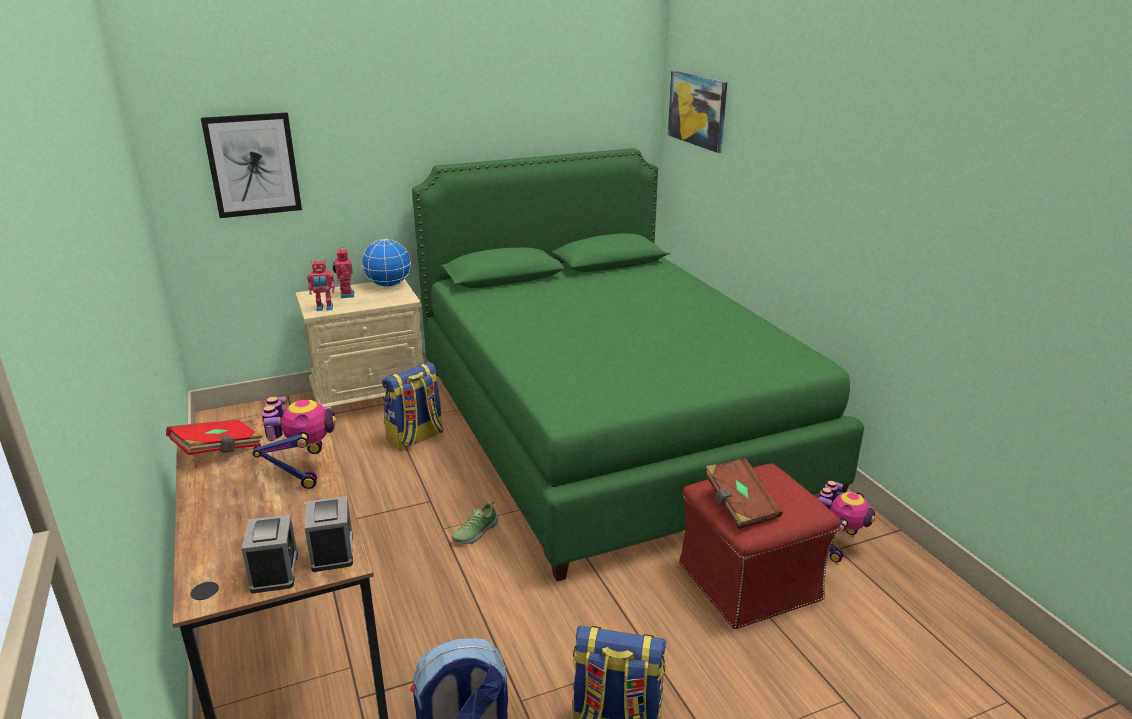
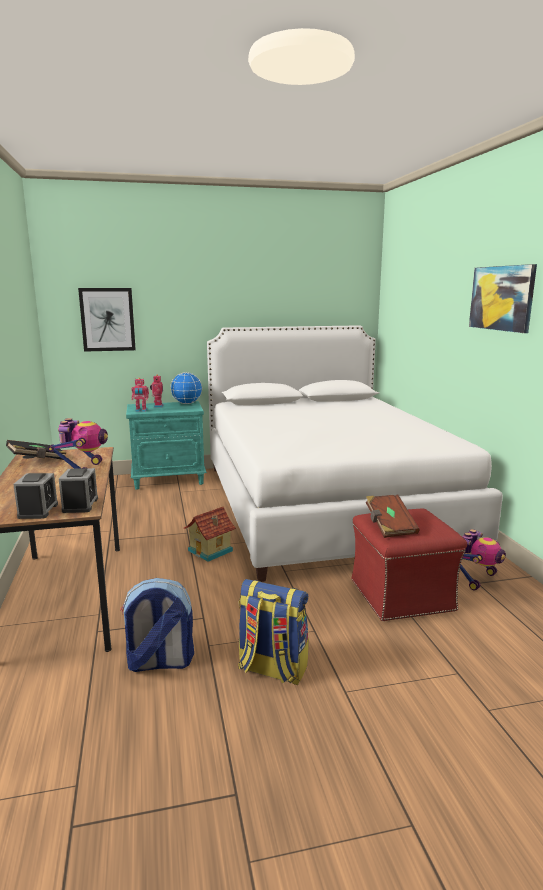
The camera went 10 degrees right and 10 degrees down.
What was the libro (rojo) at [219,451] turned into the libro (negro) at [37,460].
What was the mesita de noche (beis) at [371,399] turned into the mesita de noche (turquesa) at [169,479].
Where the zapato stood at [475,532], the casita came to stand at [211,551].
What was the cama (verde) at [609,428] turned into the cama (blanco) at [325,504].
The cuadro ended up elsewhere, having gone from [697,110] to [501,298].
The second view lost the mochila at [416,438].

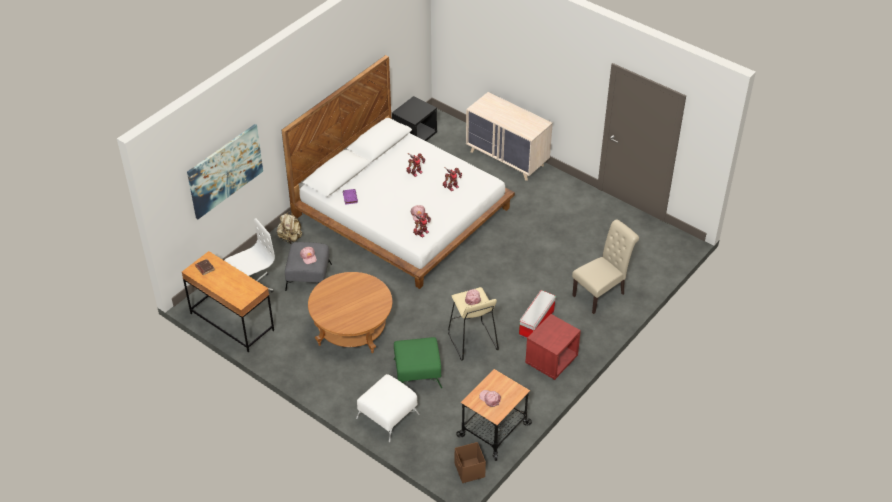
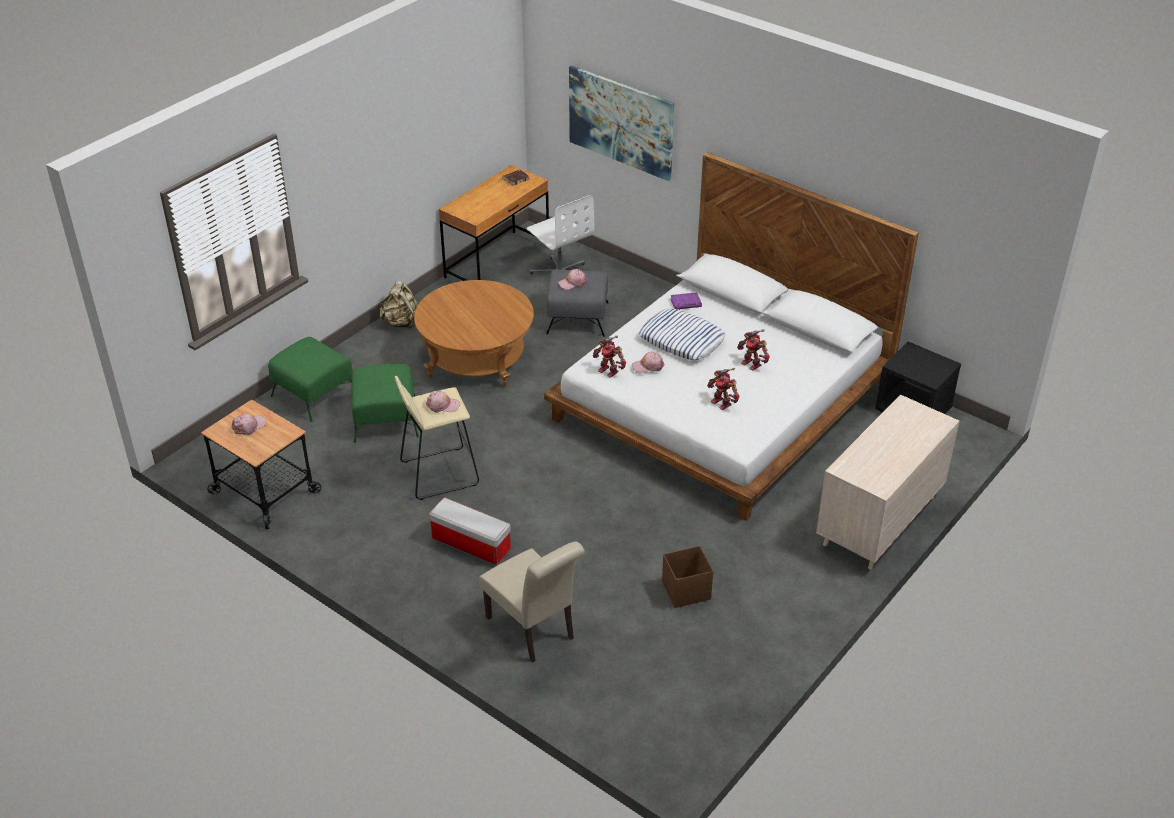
The camera went 90 degrees right and 5 degrees down.
What was the puf (blanco) at [388,416] turned into the puf (verde) at [314,394].
The mochila (beis) ended up elsewhere, having gone from [290,238] to [400,323].
The second view gained the cojín at [682,340].
The caja de almacenaje (marrón) ended up elsewhere, having gone from [469,471] to [685,591].
The second view lost the mesita de noche (rojo) at [551,361].

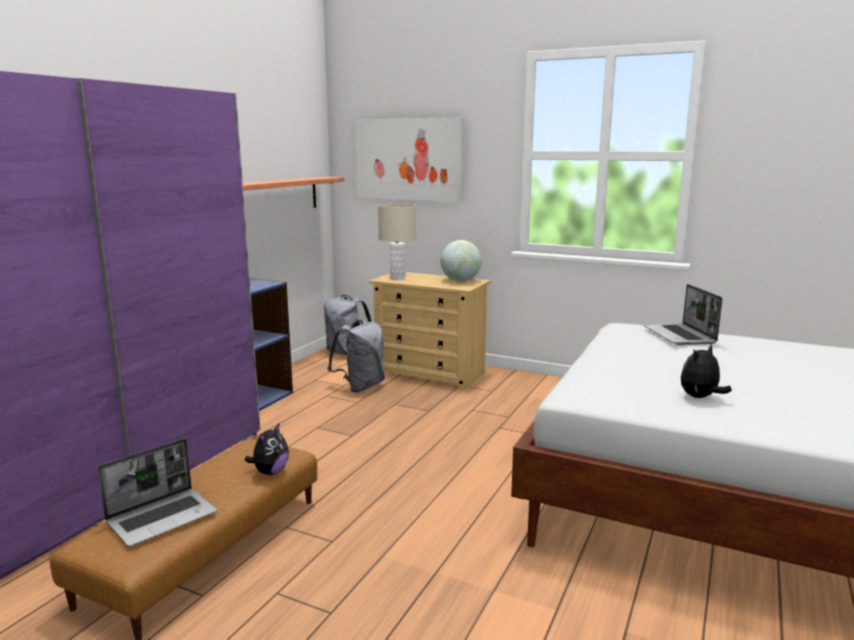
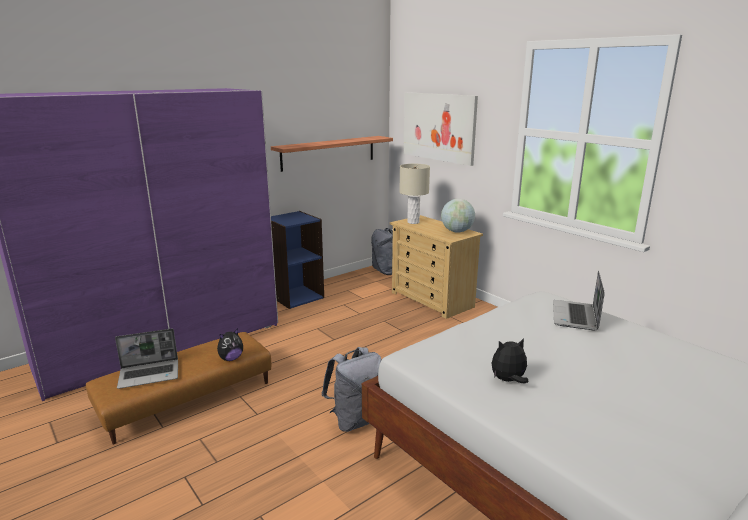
The camera went 25 degrees right and 5 degrees up.
The mochila (gris) ended up elsewhere, having gone from [360,387] to [355,420].

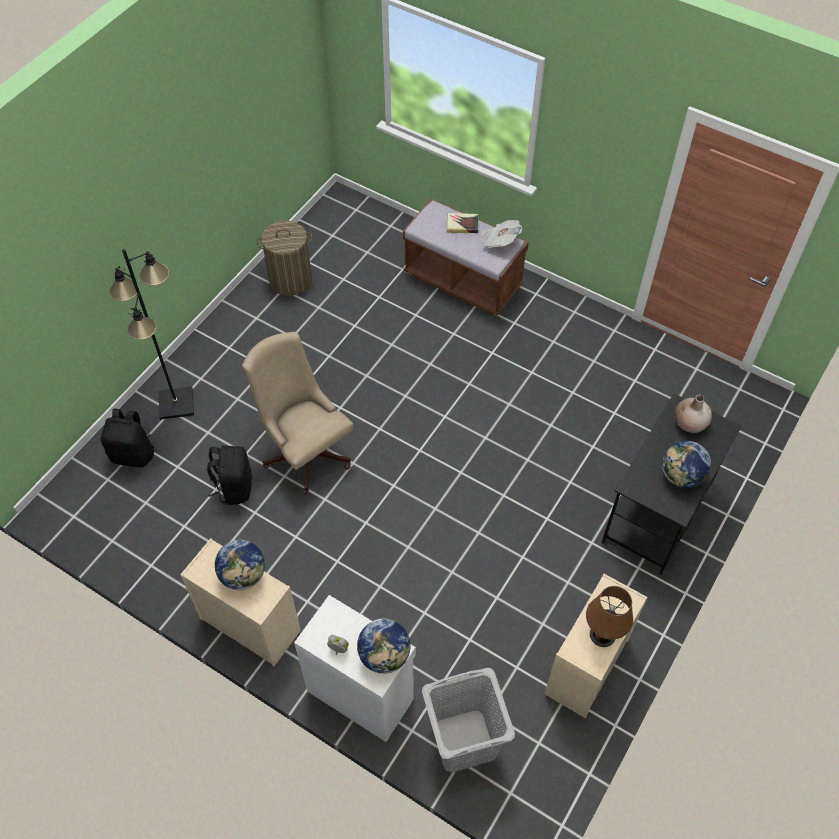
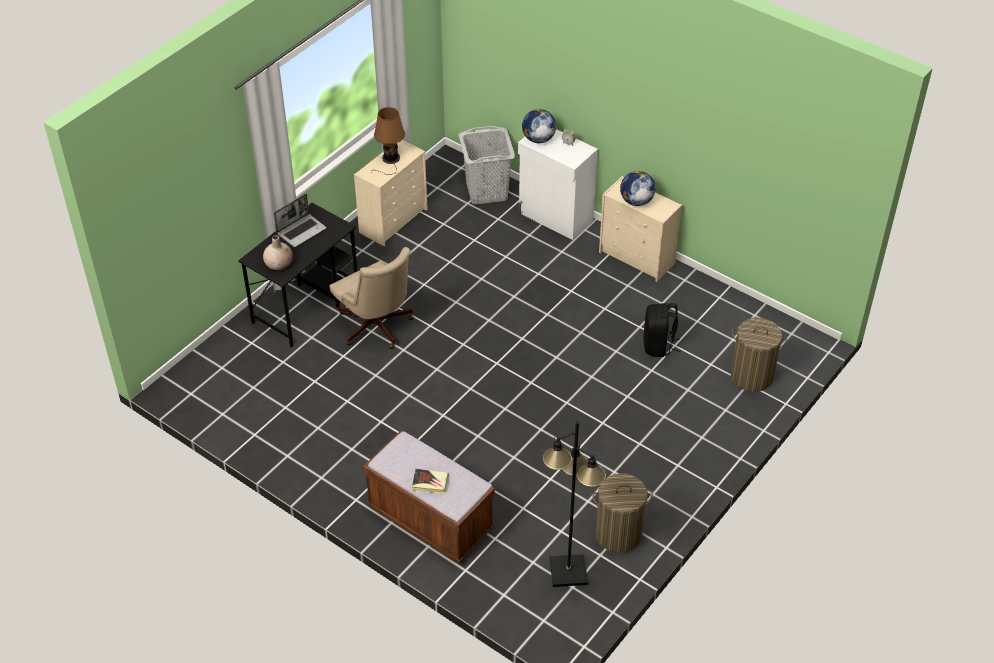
The camera went 175 degrees left and 10 degrees down.
Where the globo terráqueo stood at [681,476], the portátil came to stand at [301,231].
The silla de oficina (beis) ended up elsewhere, having gone from [305,450] to [376,328].
The lámpara de pie (negro) ended up elsewhere, having gone from [177,404] to [567,571].
Where the mochila (negro) stood at [133,454], the cesto de la ropa came to stand at [751,376].
The second view lost the periódico at [499,241].

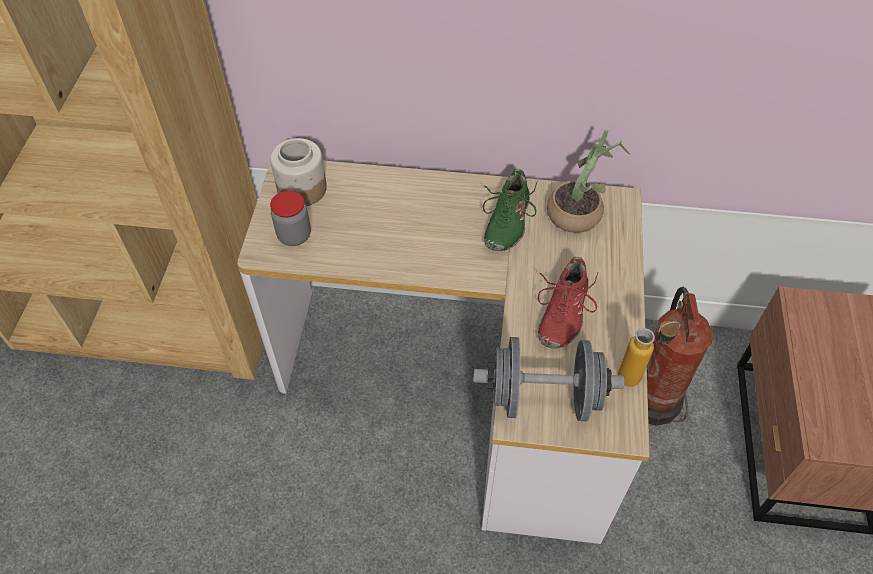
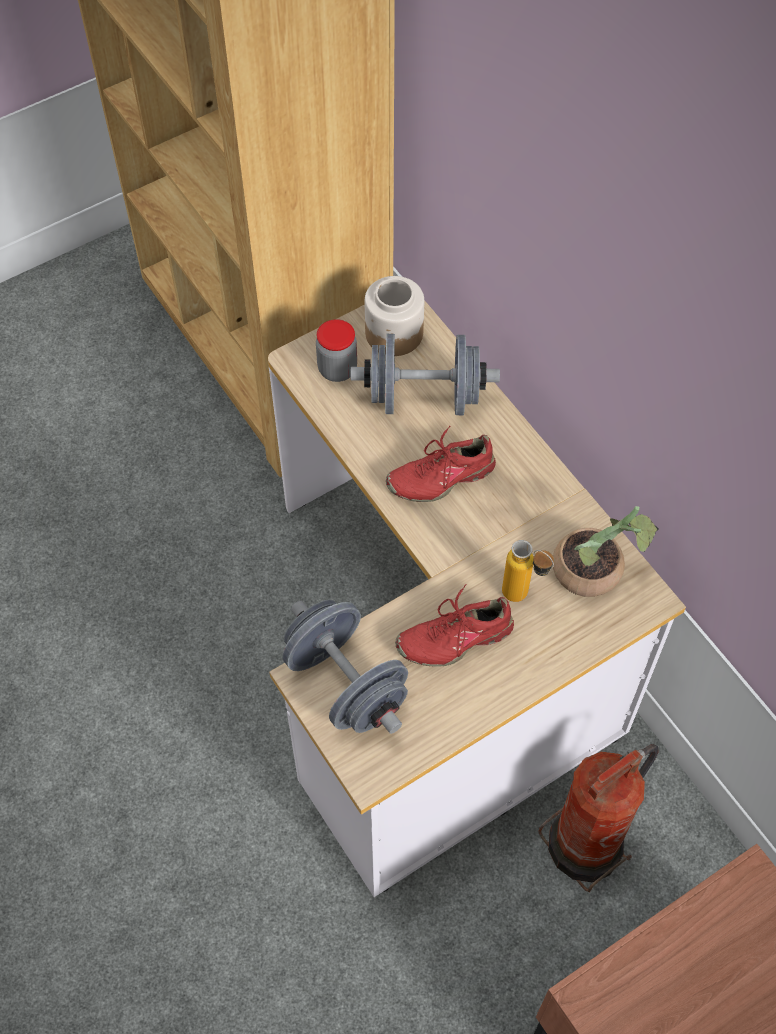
The camera went 50 degrees right and 5 degrees up.
The second view gained the mancuerna (gris) at [424,398].
The second view gained the zapato (rojo) at [441,477].
The botella ended up elsewhere, having gone from [638,375] to [523,597].
The second view lost the zapato (verde) at [506,221].

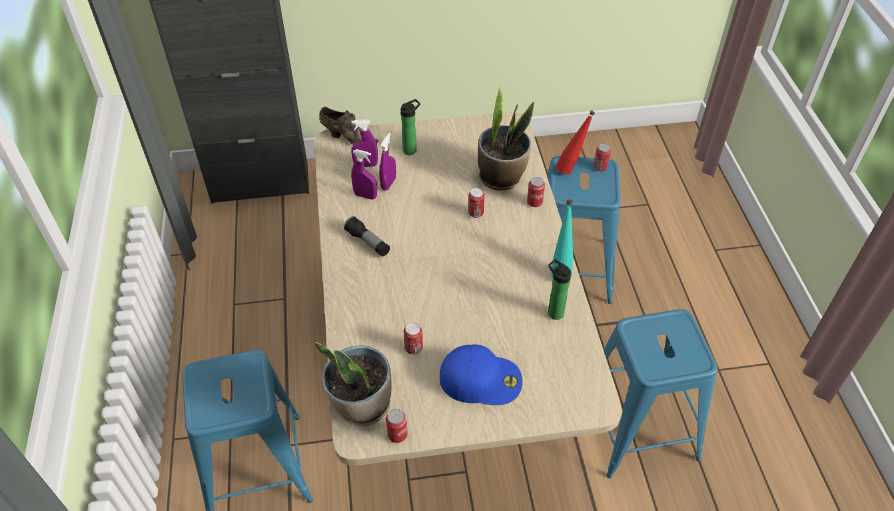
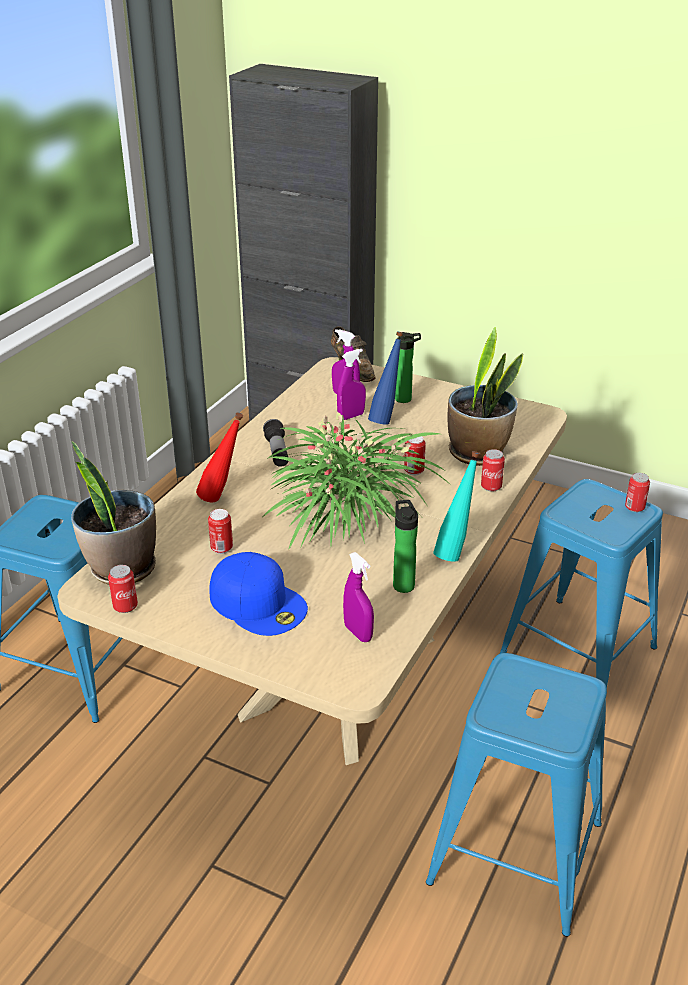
The camera went 35 degrees right and 15 degrees down.
The botella (rojo) ended up elsewhere, having gone from [571,168] to [222,499].
The second view gained the planta en maceta at [346,514].
The pulverizador (morado) ended up elsewhere, having gone from [365,196] to [358,633].
The second view gained the botella (azul) at [386,419].

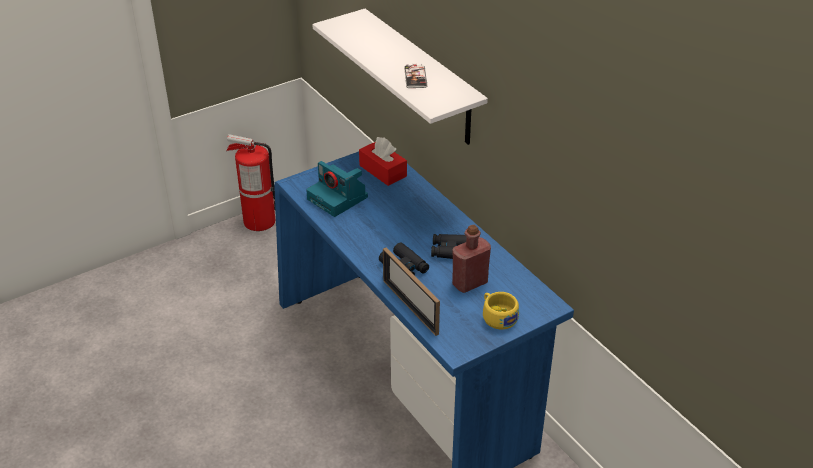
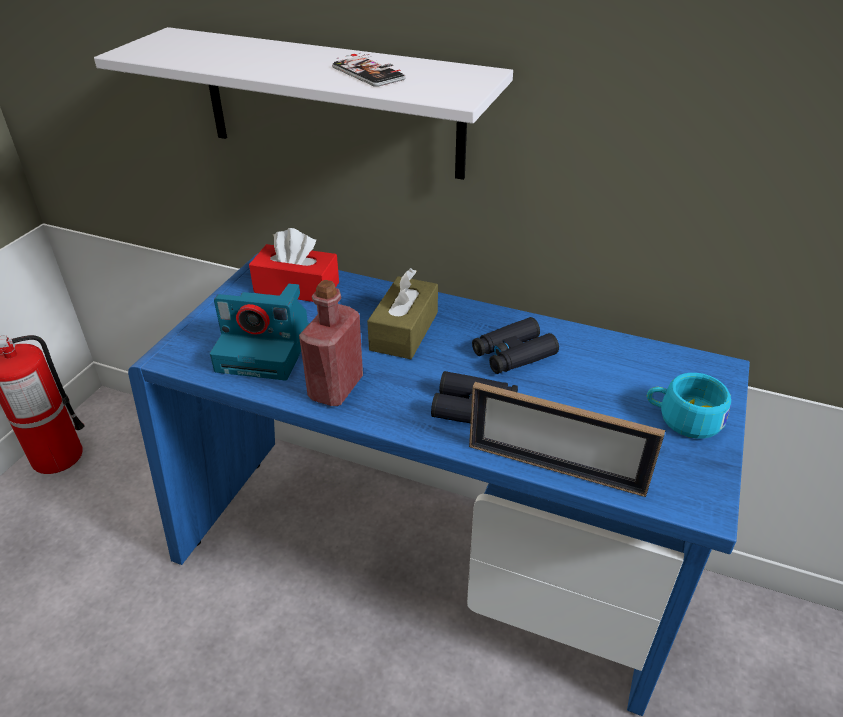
The camera went 35 degrees left and 0 degrees up.
The botella (rojo) ended up elsewhere, having gone from [469,283] to [336,388].
The second view gained the caja de pañuelos (marrón) at [404,331].
What was the taza (amarillo) at [497,316] turned into the taza (turquesa) at [682,418].

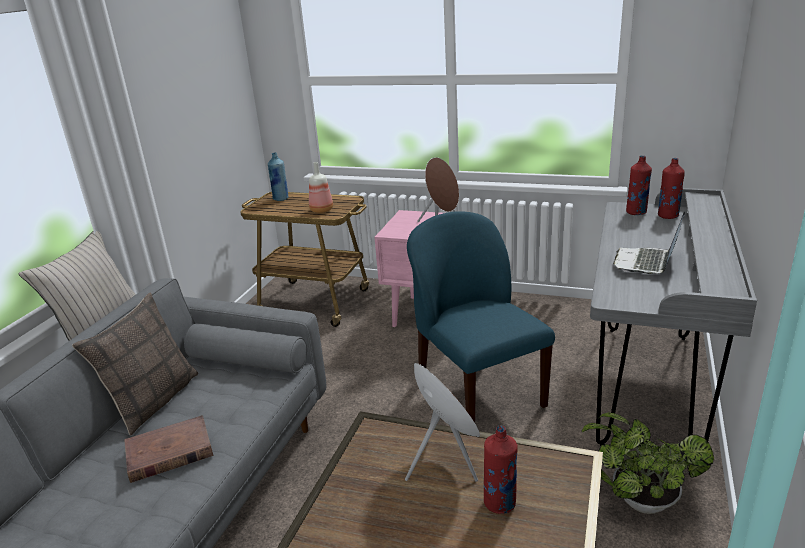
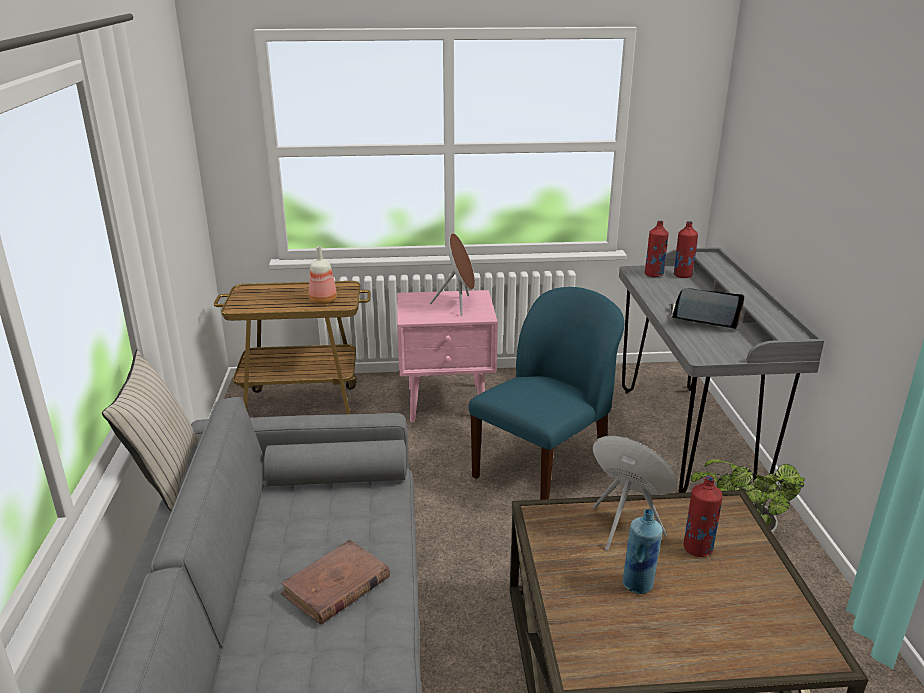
The camera went 25 degrees left and 0 degrees up.
The silla (azul) at [478,390] ended up facing another way, 90 degrees clockwise from before.
The botella (azul) ended up elsewhere, having gone from [281,199] to [638,584].
The portátil at [646,263] ended up facing another way, 105 degrees clockwise from before.
The second view lost the cojín at [153,400].

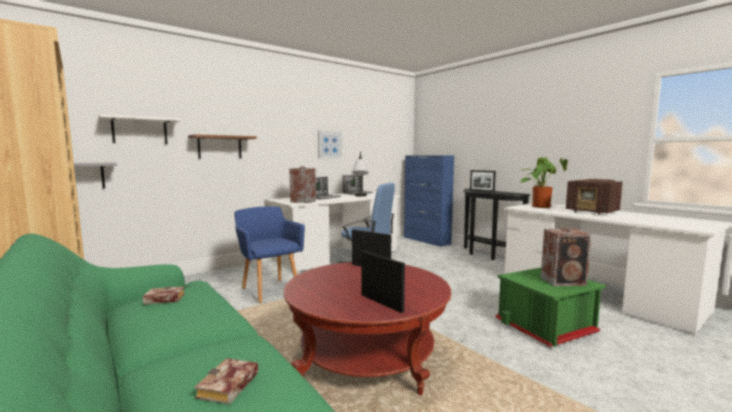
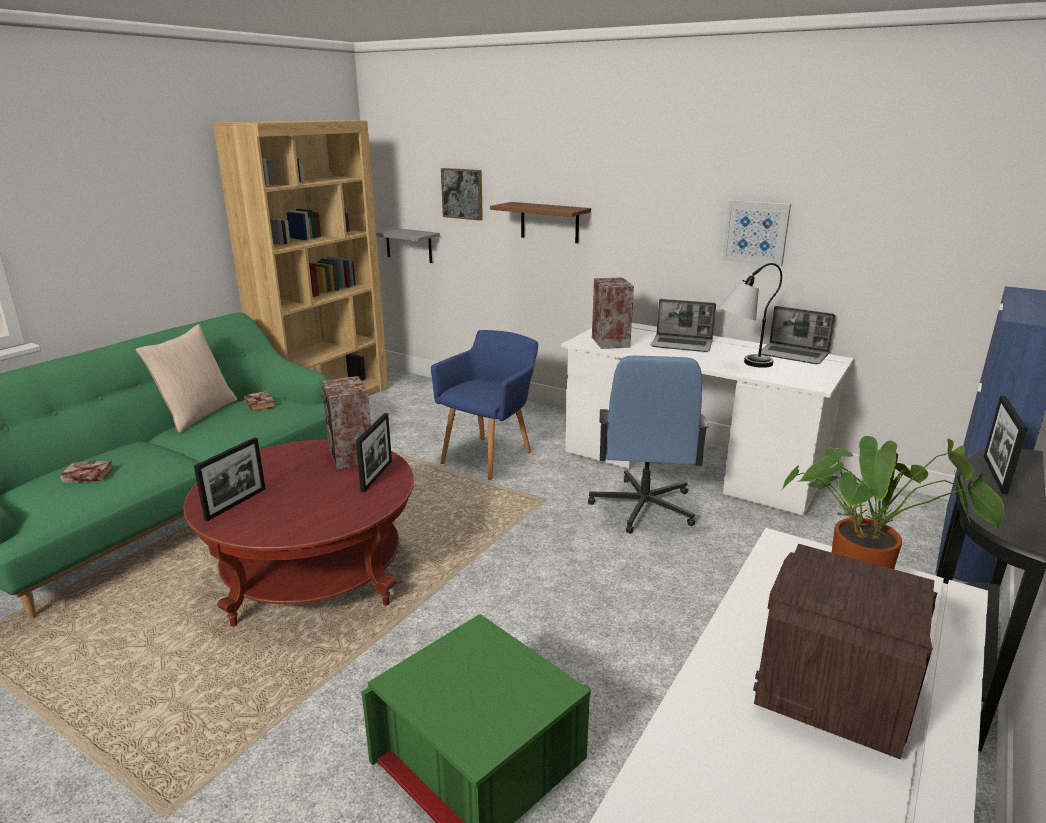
The camera went 70 degrees right and 15 degrees up.
The second view gained the cojín (beis) at [197,414].
The altavoz ended up elsewhere, having gone from [564,281] to [351,457].
Where the estante (blanco) hung at [140,131], the cuadro came to hang at [462,193].

